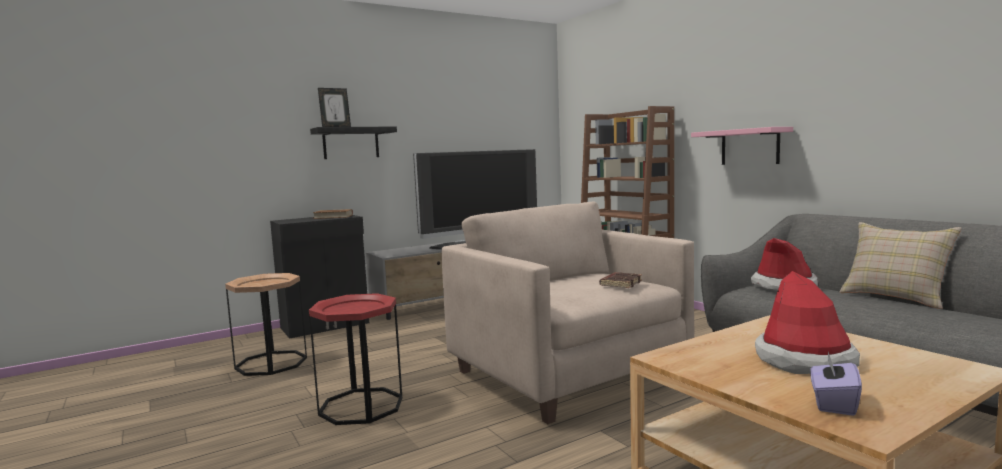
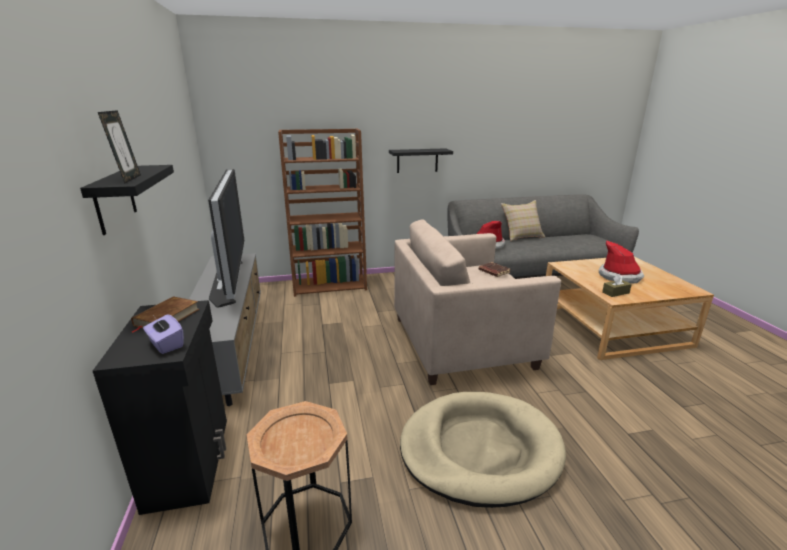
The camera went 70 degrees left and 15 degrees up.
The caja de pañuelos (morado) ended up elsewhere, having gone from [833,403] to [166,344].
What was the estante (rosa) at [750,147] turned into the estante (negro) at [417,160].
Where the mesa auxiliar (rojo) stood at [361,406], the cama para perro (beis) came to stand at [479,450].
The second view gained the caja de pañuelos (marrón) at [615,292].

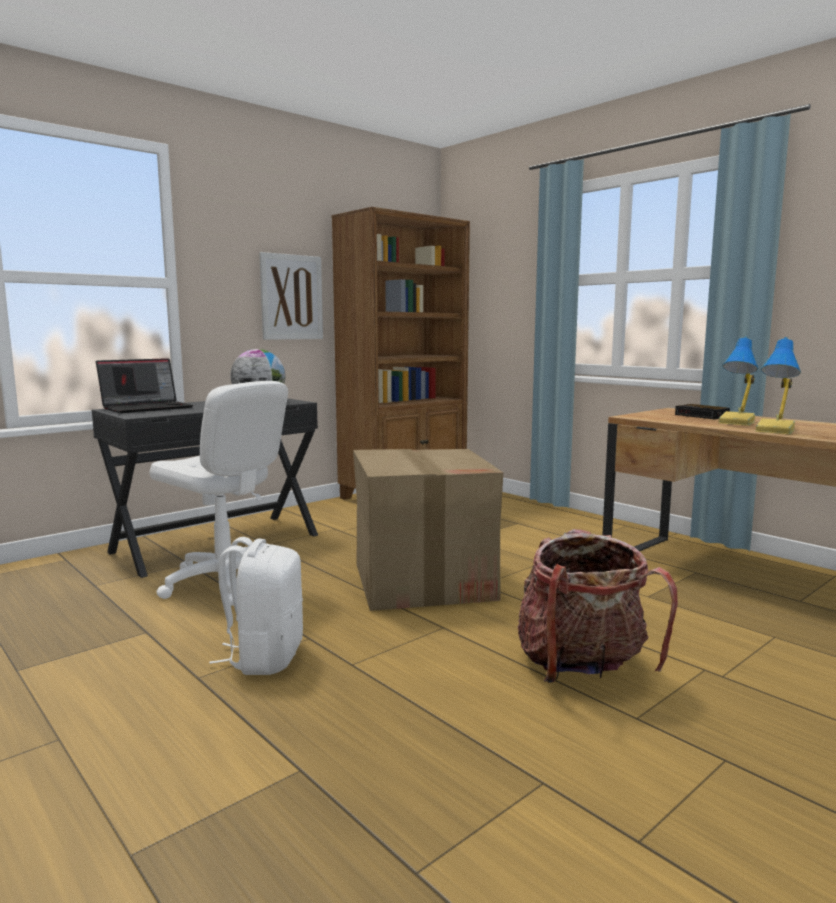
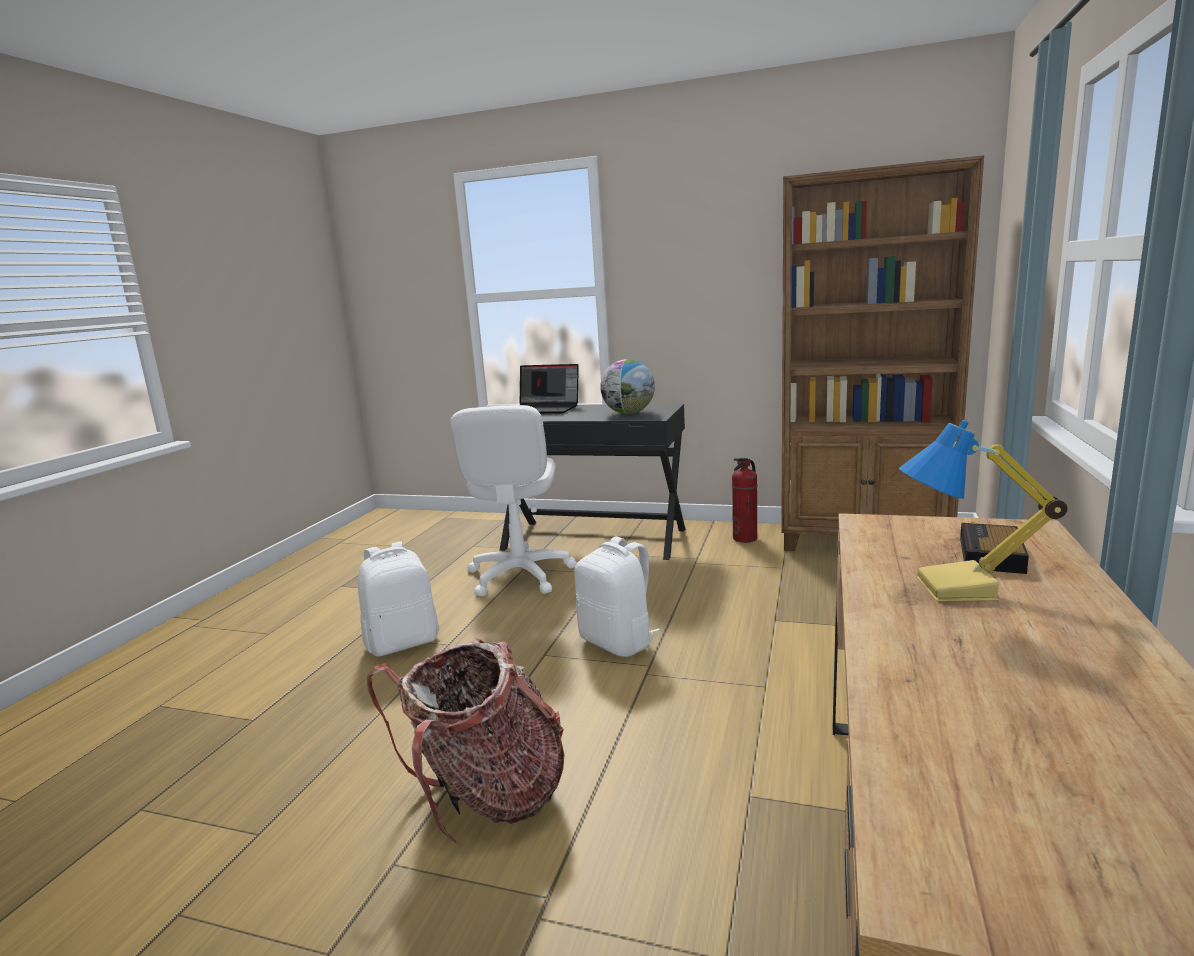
The camera went 60 degrees right and 5 degrees up.
Where the caja de cartón stood at [423,580], the mochila (blanco) came to stand at [618,642].
The second view gained the extintor at [745,538].
The second view lost the cuadro at [291,297].
The second view lost the lámpara de mesa at [776,431].

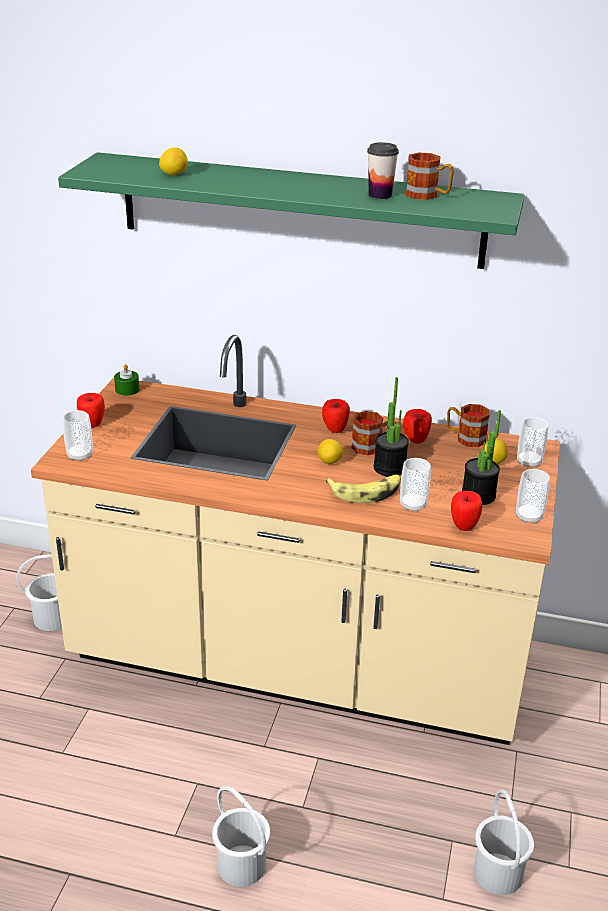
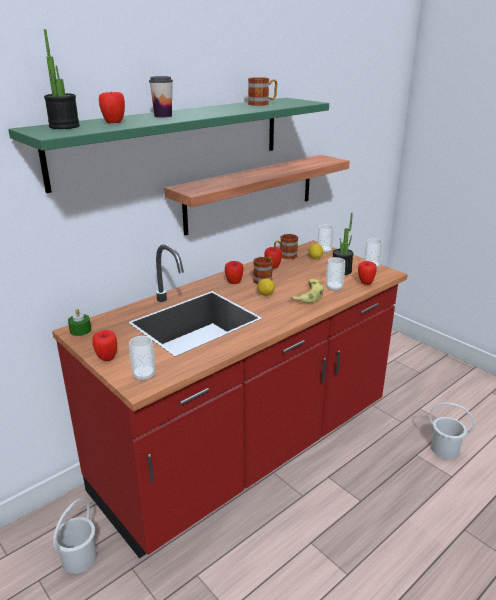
The camera went 55 degrees left and 5 degrees down.
The planta en maceta ended up elsewhere, having gone from [389,468] to [64,126].
What was the mueble bajo de cocina (beis) at [298,663] turned into the mueble bajo de cocina (rojo) at [248,449].
Where the limón stood at [174,174], the manzana came to stand at [114,123].
The taza ended up elsewhere, having gone from [380,195] to [163,116].
The second view gained the estante at [251,193].
The second view lost the cubo (blanco) at [242,864].

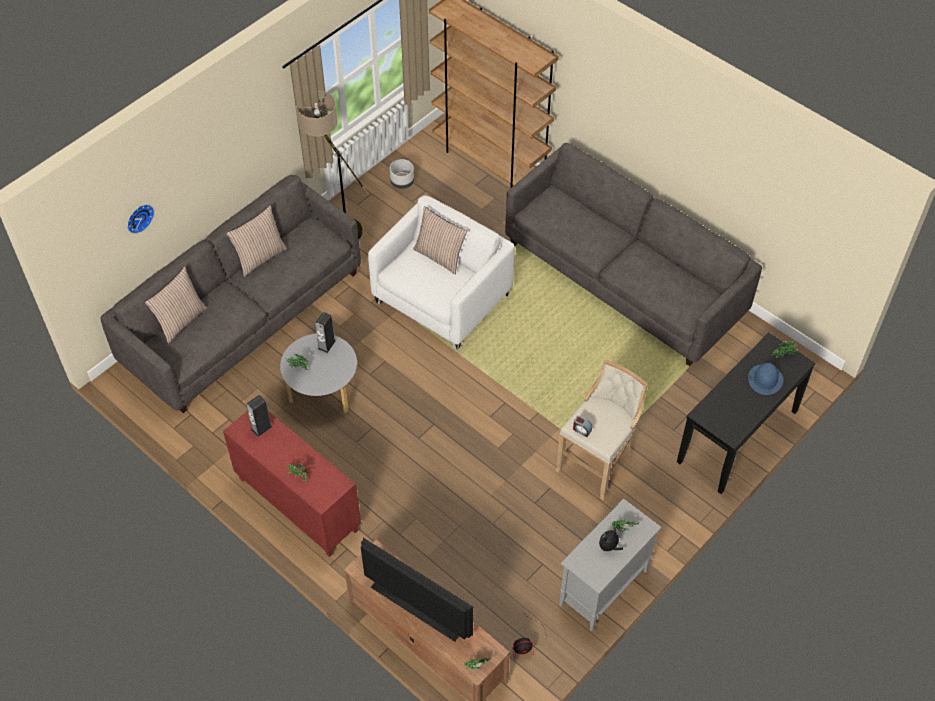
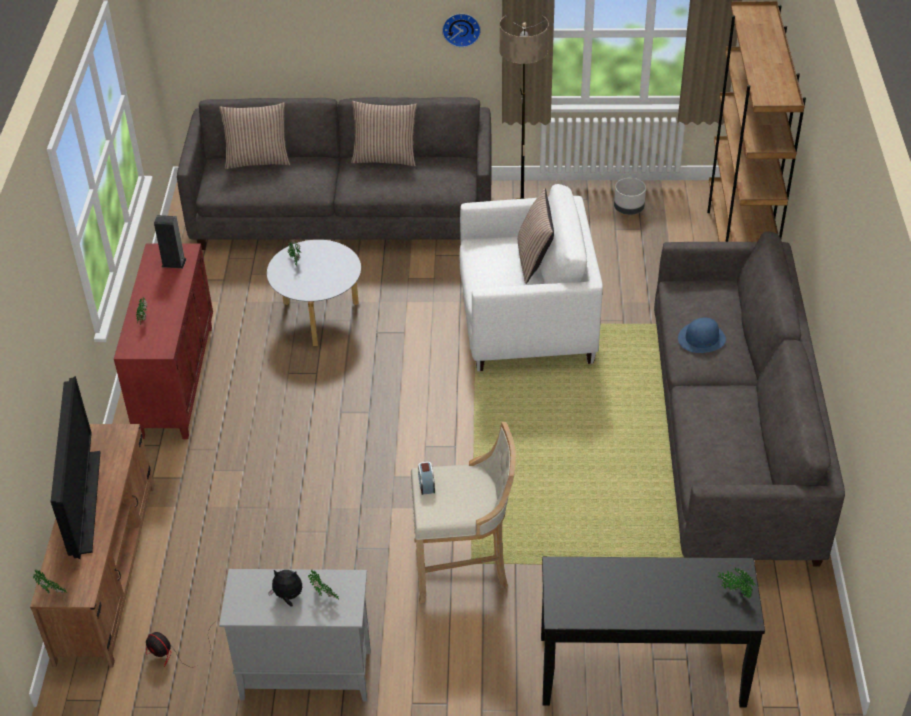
The camera went 50 degrees right and 10 degrees down.
The reloj de pared ended up elsewhere, having gone from [139,217] to [461,28].
The sombrero (azul) ended up elsewhere, having gone from [765,379] to [701,338].
The second view lost the altavoz at [326,344].

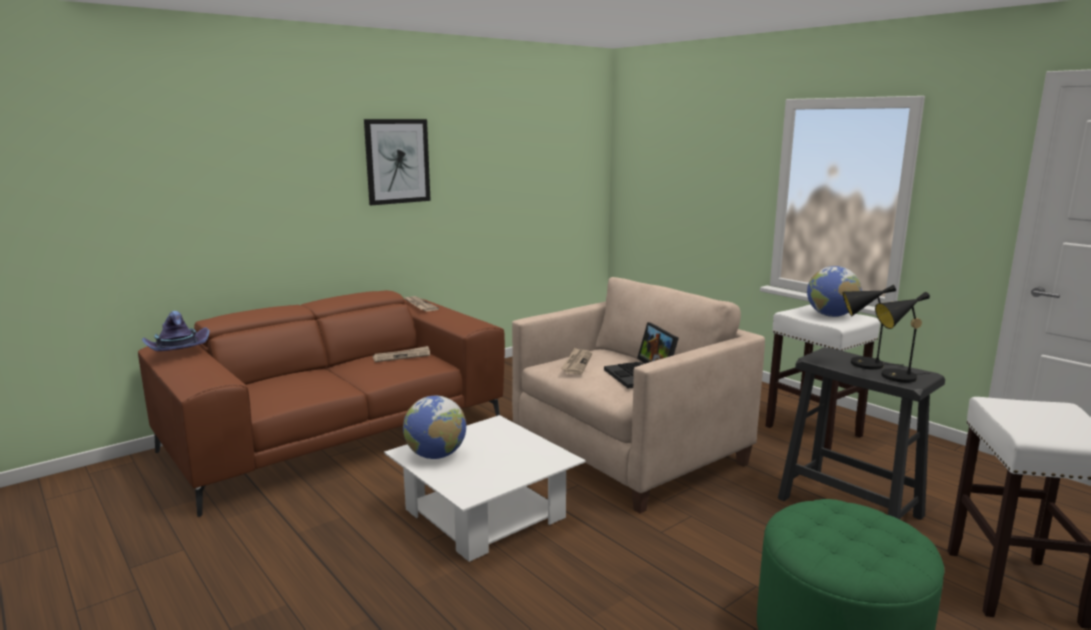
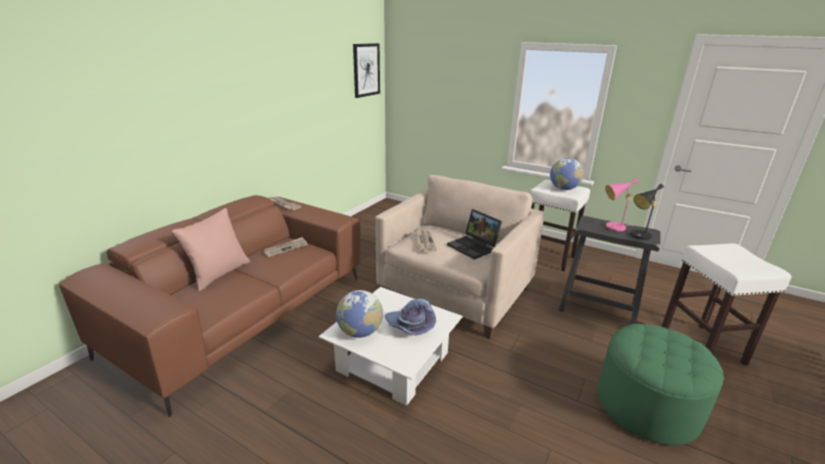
The camera went 20 degrees left and 10 degrees up.
The second view gained the cojín (rosa) at [219,274].
The cuadro ended up elsewhere, having gone from [397,161] to [366,70].
The sombrero (morado) ended up elsewhere, having gone from [177,351] to [410,326].
What was the lámpara de mesa (negro) at [861,364] turned into the lámpara de mesa (rosa) at [613,227].

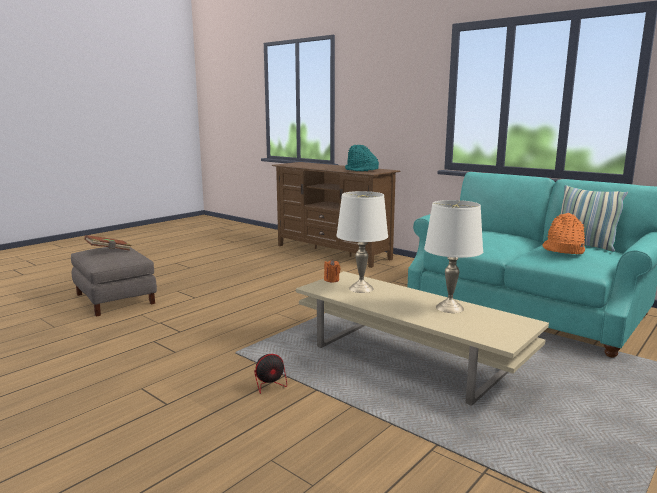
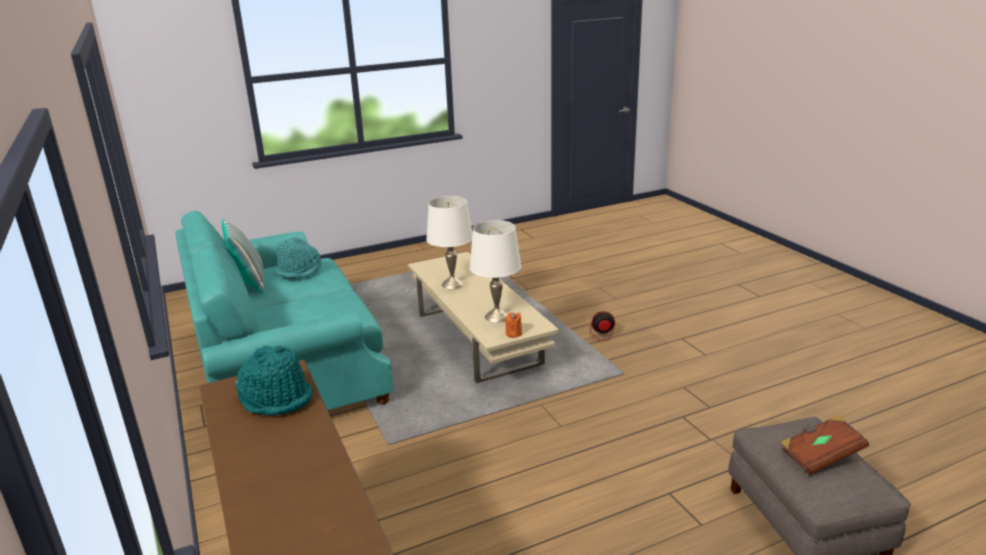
The camera went 155 degrees left and 10 degrees up.
What was the sombrero (naranja) at [563,250] turned into the sombrero (turquesa) at [299,271].

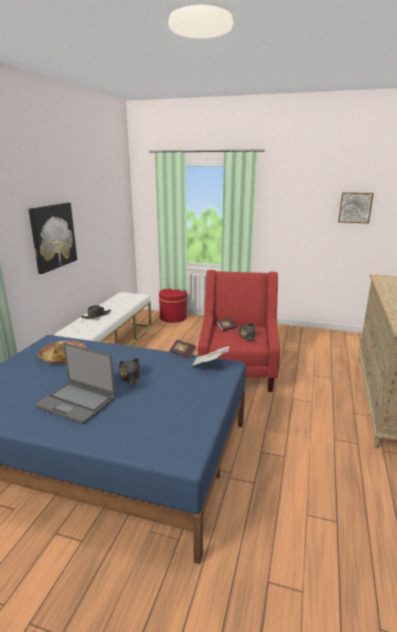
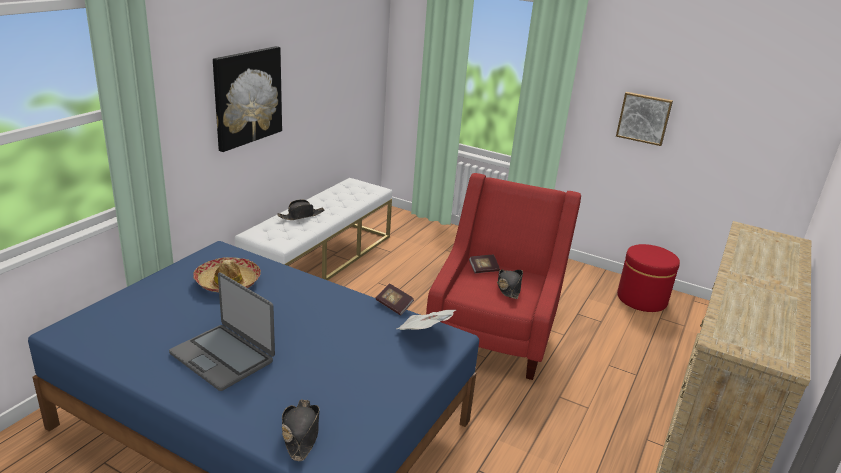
The camera went 10 degrees right and 5 degrees up.
The sombrero (negro) ended up elsewhere, having gone from [130,375] to [301,433].
The cuadro ended up elsewhere, having gone from [355,207] to [644,118].
The puf (rojo) ended up elsewhere, having gone from [173,317] to [641,299].

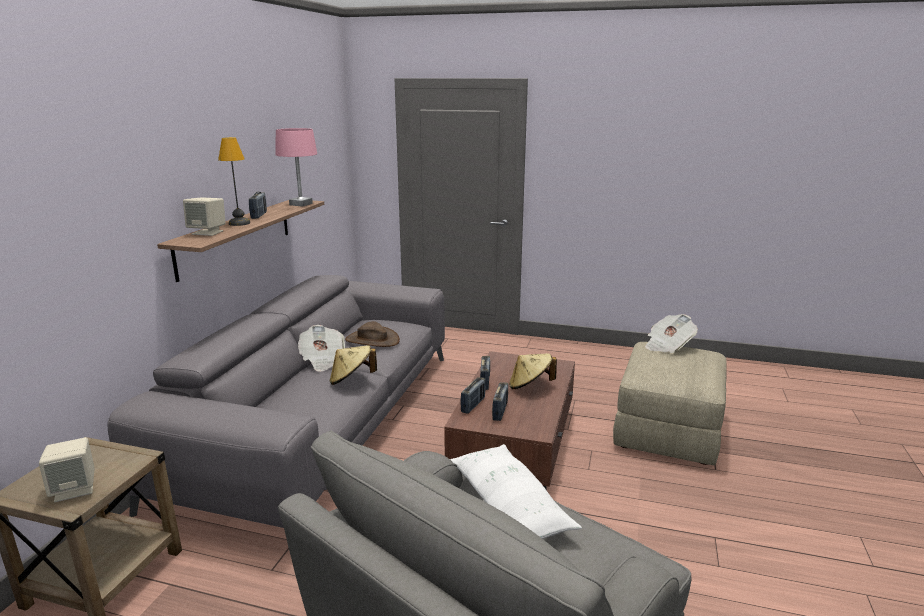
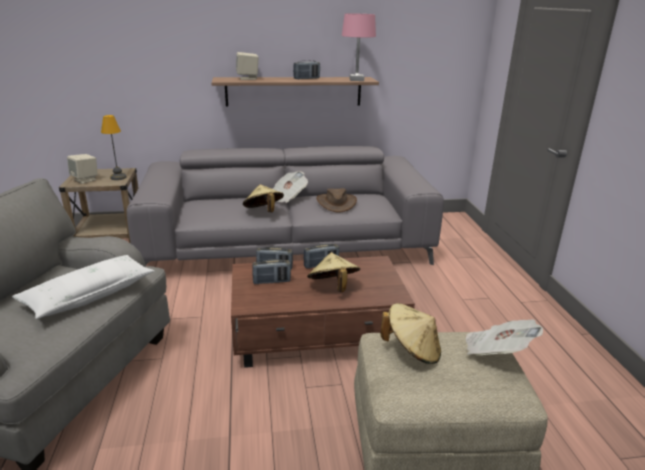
The camera went 65 degrees right and 5 degrees up.
The lámpara de mesa ended up elsewhere, having gone from [240,223] to [118,177].
The second view gained the sombrero (beis) at [412,350].

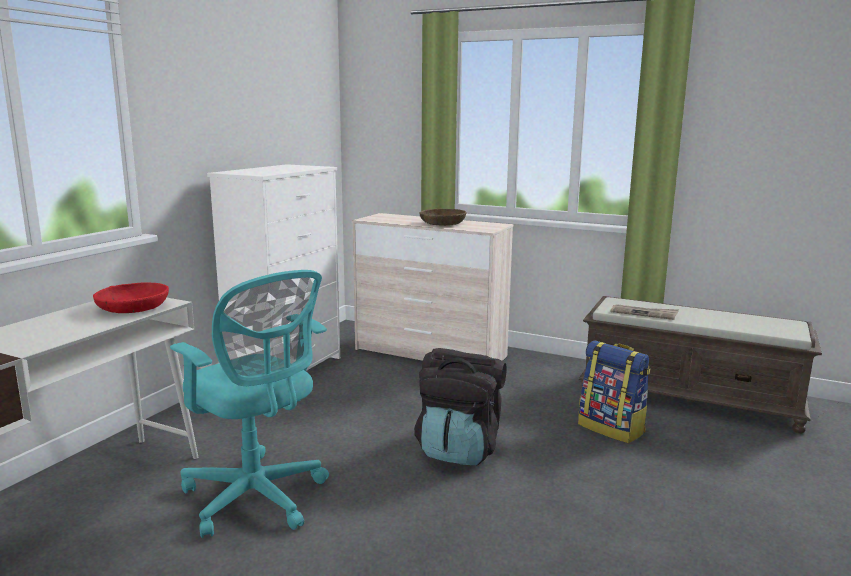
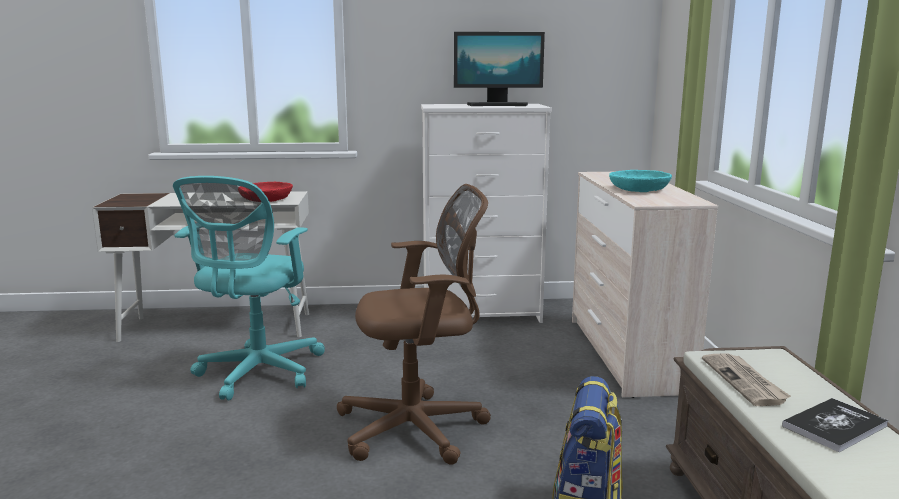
The camera went 60 degrees right and 0 degrees up.
Where the mochila (negro) stood at [459,448], the silla de oficina (marrón) came to stand at [419,429].
The second view gained the monitor at [498,105].
What was the cuenco (marrón) at [442,223] turned into the cuenco (turquesa) at [639,189].
The second view gained the libro at [834,426].

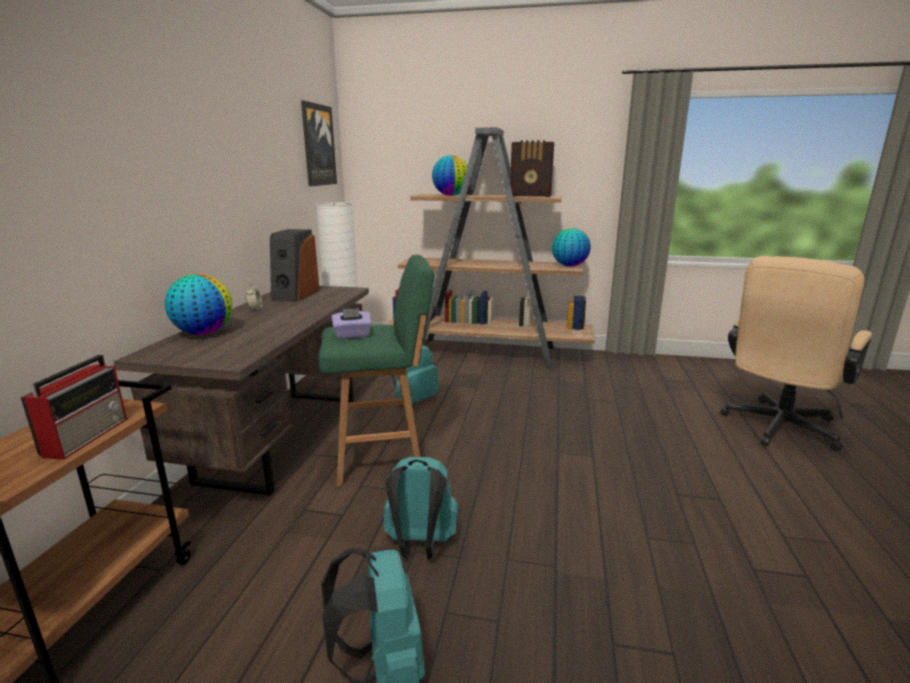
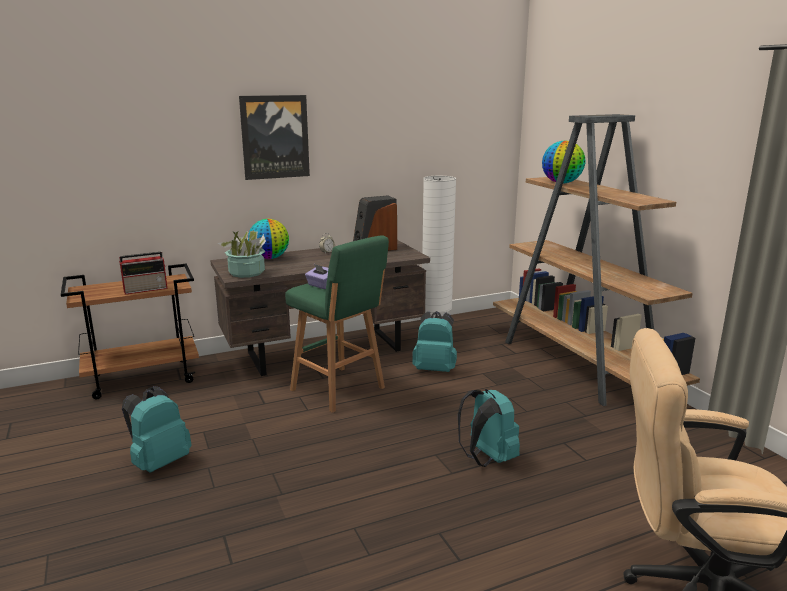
The camera went 55 degrees right and 0 degrees up.
The second view gained the planta en maceta at [247,273].
The cuadro ended up elsewhere, having gone from [318,145] to [275,137].
The mochila (turquesa) ended up elsewhere, having gone from [420,545] to [487,458].
The second view lost the radio at [531,196].
The second view lost the globo terráqueo at [569,266].

